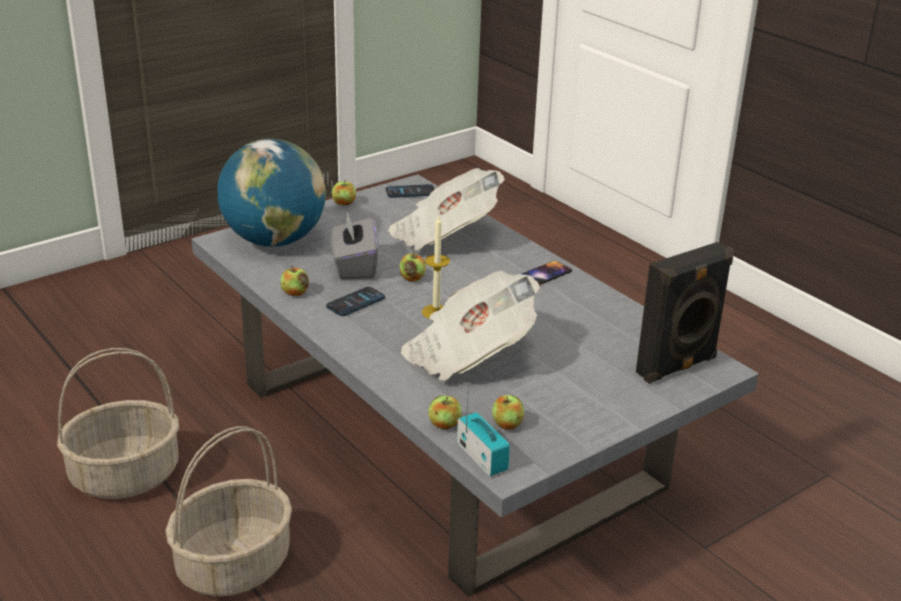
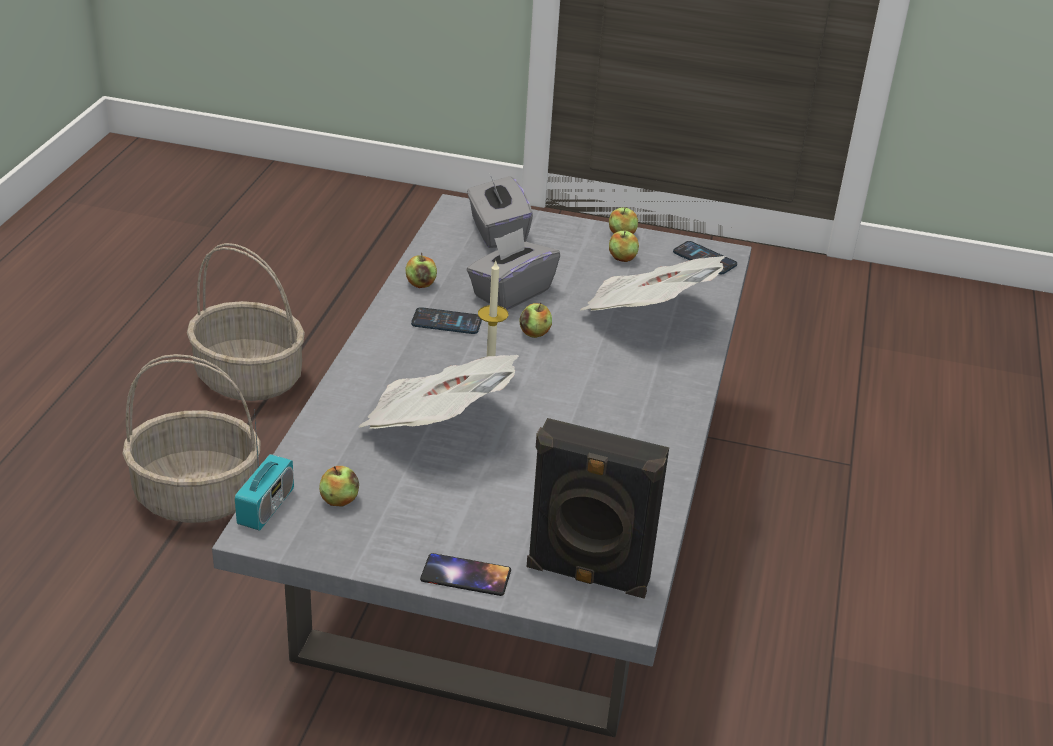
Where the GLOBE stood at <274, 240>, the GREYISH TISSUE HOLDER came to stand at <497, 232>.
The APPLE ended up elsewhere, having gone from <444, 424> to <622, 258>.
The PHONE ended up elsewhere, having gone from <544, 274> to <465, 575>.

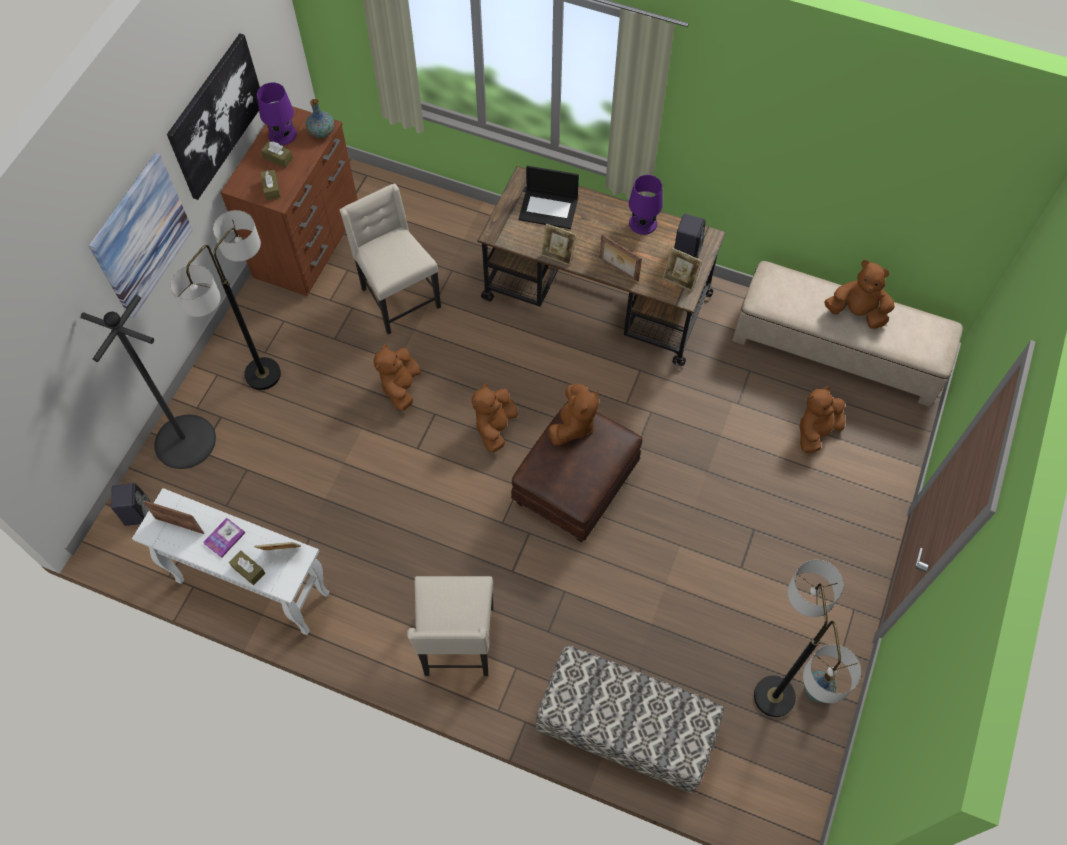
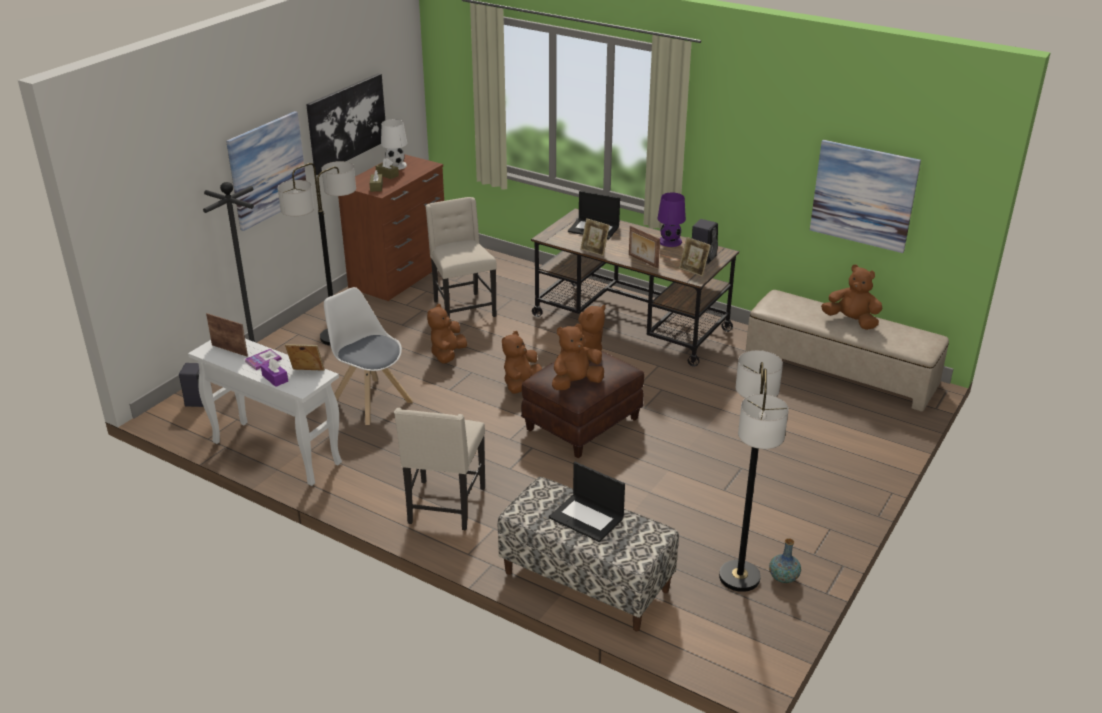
What was the BROWN-COLOURED TISSUE HOLDER at <248, 570> turned into the PURPLE-COLOURED TISSUE HOLDER at <275, 378>.
What was the PURPLE-COLOURED TABLETOP LAMP at <282, 134> turned into the WHITE-COLOURED TABLETOP LAMP at <395, 165>.
The second view lost the FLOWER VASE at <322, 132>.
The BROWN-COLOURED CUDDLY TOY ended up elsewhere, having gone from <816, 431> to <575, 383>.
The second view gained the PLAIN CHAIR at <370, 400>.
The second view gained the PORTABLE COMPUTER at <587, 518>.
The second view gained the WALL ART at <863, 195>.

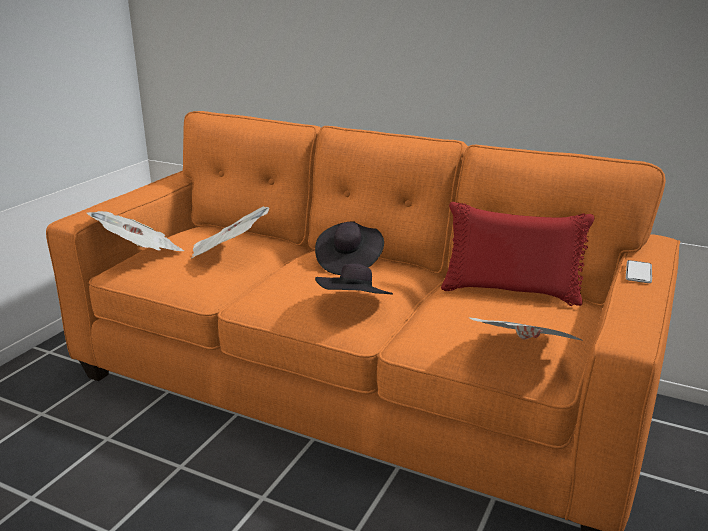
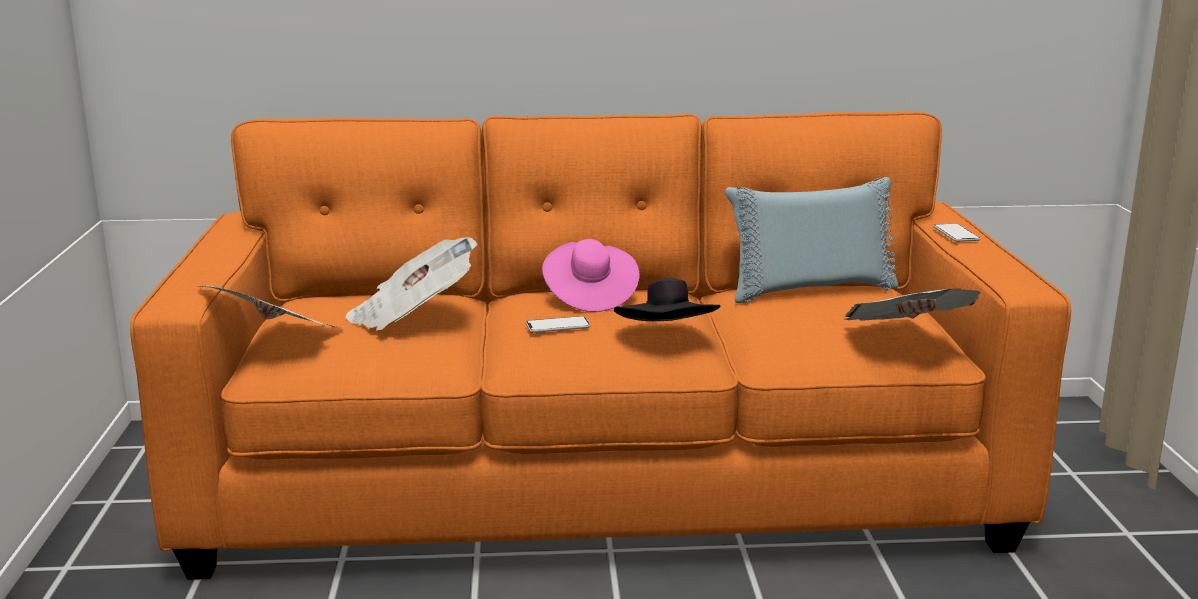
What was the BLACK HAT at <348, 262> turned into the PINK-COLOURED HAT at <589, 297>.
What was the RED-COLOURED THROW PILLOW at <510, 292> turned into the BLUE THROW PILLOW at <811, 290>.
The second view gained the PHONE at <558, 326>.

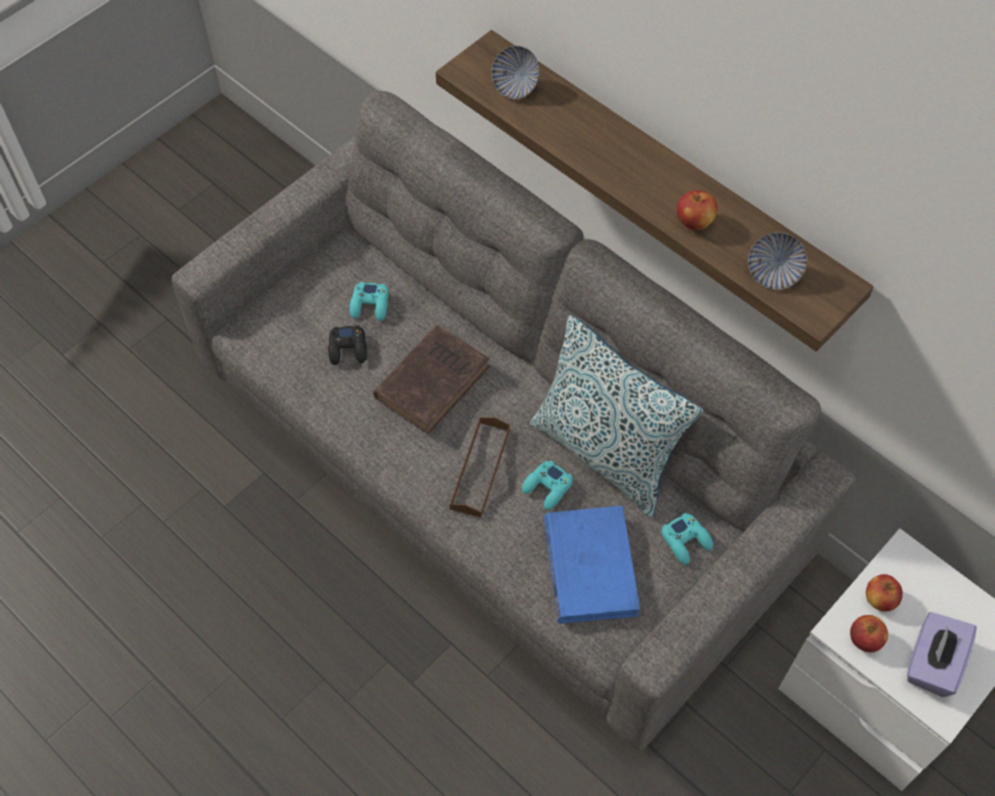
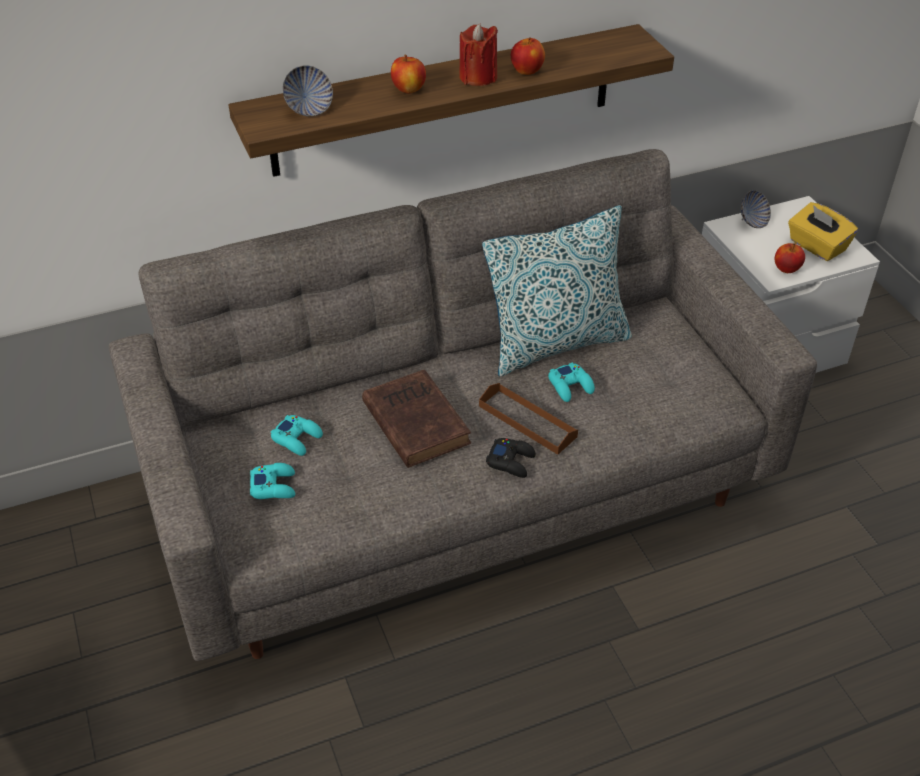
The BLACK JOYPAD ended up elsewhere, having gone from <348, 348> to <511, 461>.
The second view lost the BLUE BOOK at <590, 566>.
The TURQUOISE-COLOURED JOYPAD ended up elsewhere, having gone from <686, 541> to <274, 486>.
The SERVING BOWL ended up elsewhere, having gone from <773, 274> to <752, 221>.
The APPLE ended up elsewhere, having gone from <879, 600> to <409, 89>.
What was the PURPLE-COLOURED TISSUE HOLDER at <931, 663> turned into the YELLOW-COLOURED TISSUE HOLDER at <816, 246>.
The second view gained the RED-COLOURED WAX LIGHT at <478, 77>.

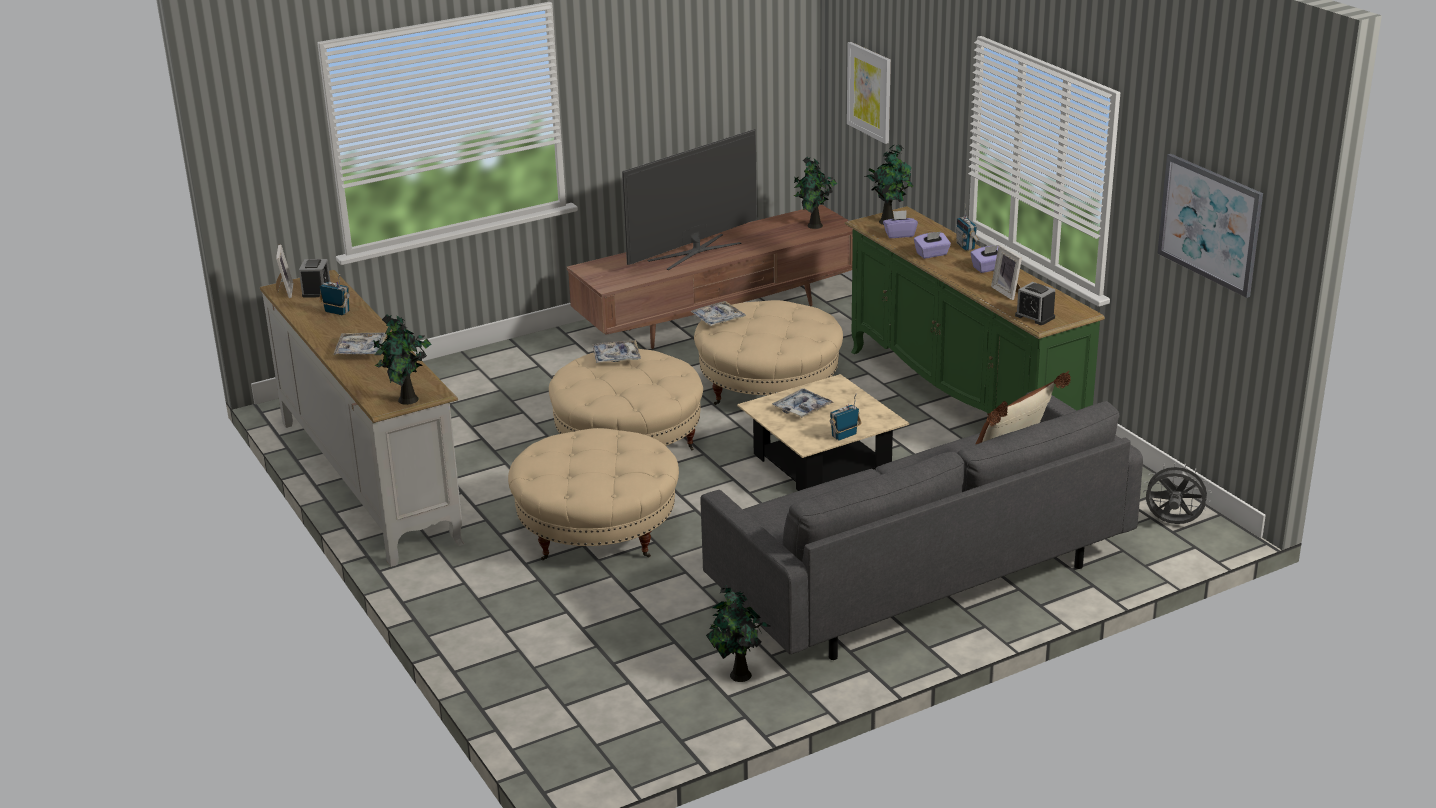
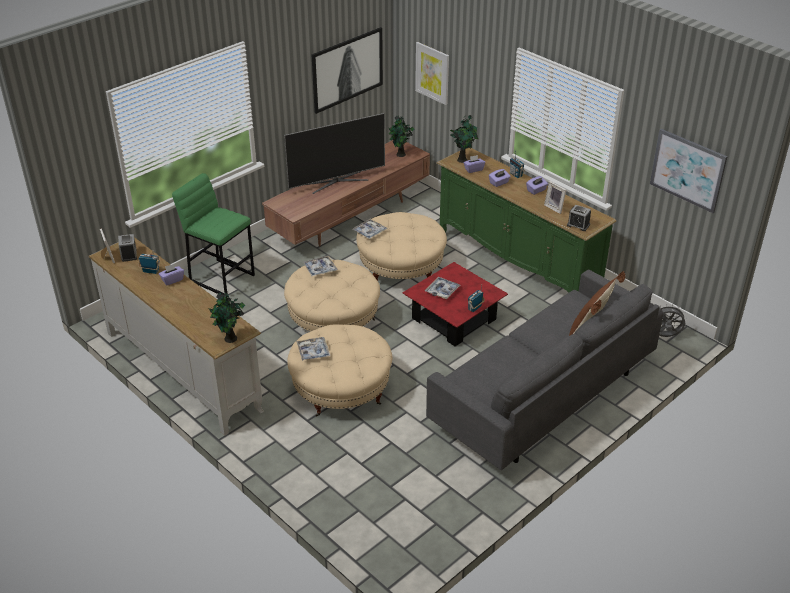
The SERVING TRAY ended up elsewhere, having gone from <361, 350> to <313, 351>.
The TV SET at <695, 252> ended up facing another way, 150 degrees counterclockwise from before.
The second view lost the POTTED PLANT at <738, 675>.
What was the SAND-COLOURED LOW TABLE at <822, 462> turned into the RED-COLOURED LOW TABLE at <454, 319>.
The second view gained the PURPLE-COLOURED TISSUE HOLDER at <172, 280>.
The second view gained the GREEN STOOL SEAT at <220, 277>.
The second view gained the WALL ART at <347, 69>.

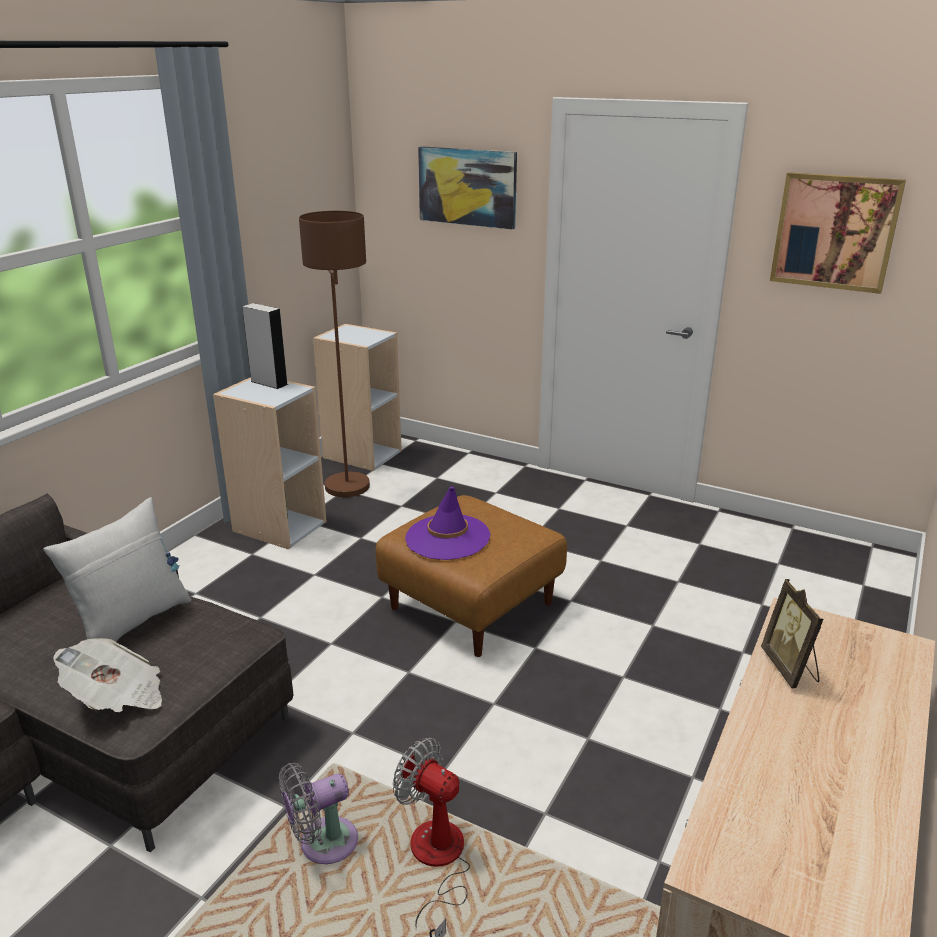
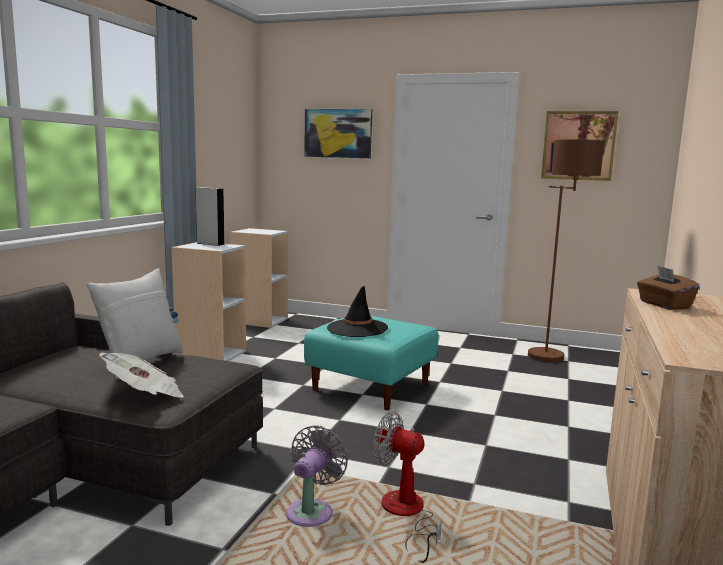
The GREYISH COOLING FAN at <322, 844> ended up facing another way, 150 degrees clockwise from before.
The BROWN-COLOURED STANDING LAMP ended up elsewhere, having gone from <349, 493> to <553, 360>.
What was the BROWN-COLOURED FOOTREST at <473, 605> turned into the TURQUOISE-COLOURED FOOTREST at <372, 386>.
What was the PURPLE-COLOURED HAT at <447, 537> turned into the BLACK HAT at <357, 328>.
Where the PHOTO FRAME stood at <790, 668>, the BROWN-COLOURED TISSUE HOLDER came to stand at <664, 305>.

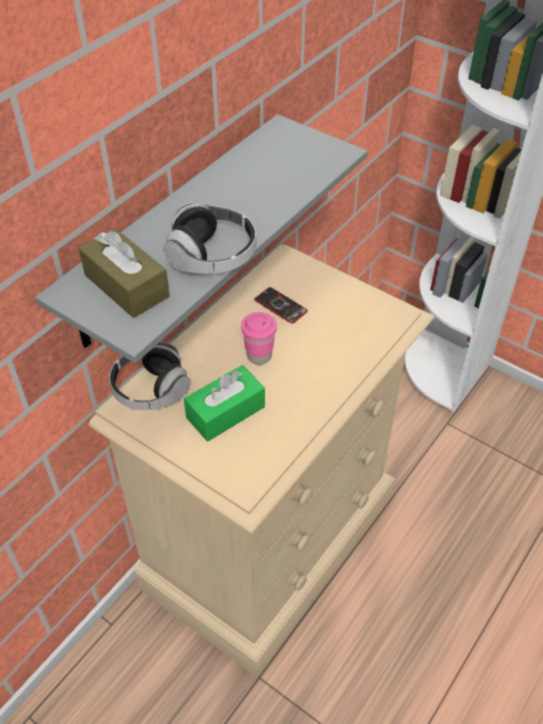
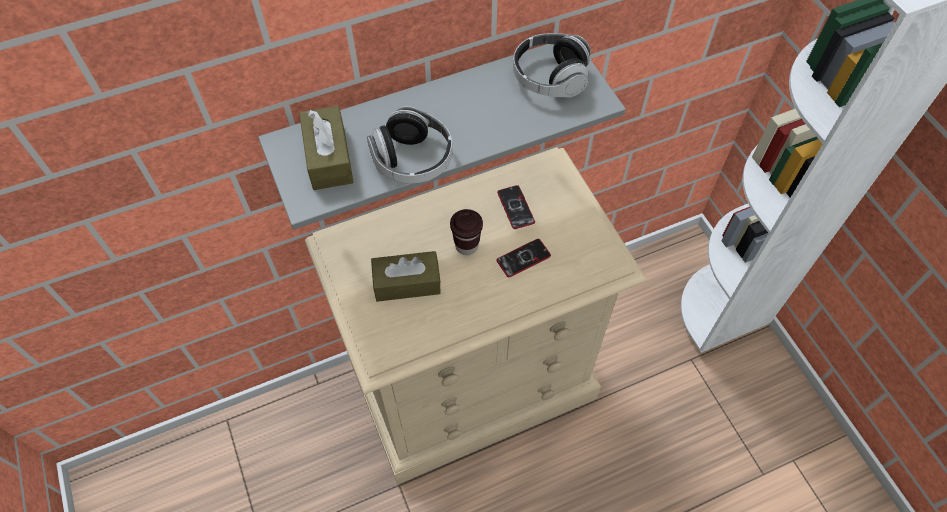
The PAIR OF HEADPHONES ended up elsewhere, having gone from <150, 389> to <550, 78>.
What was the GREEN TISSUE HOLDER at <225, 412> turned into the BROWN-COLOURED TISSUE HOLDER at <407, 283>.
What was the PINK-COLOURED SMALL CUP at <259, 356> turned into the BROWN-COLOURED SMALL CUP at <466, 246>.
The second view gained the PHONE at <523, 258>.

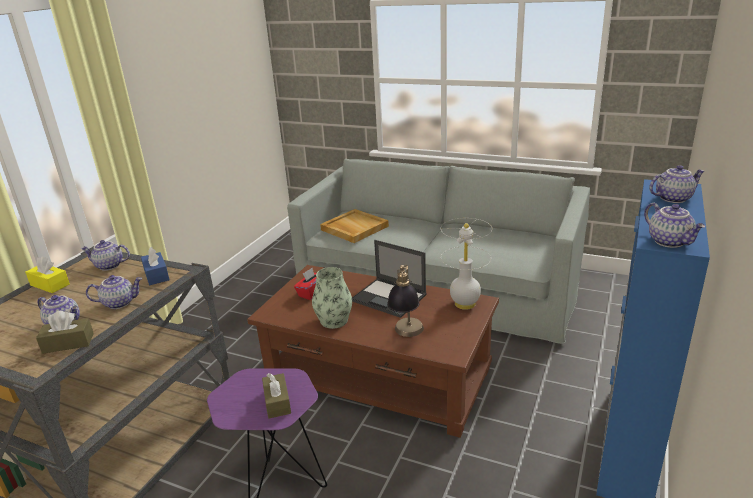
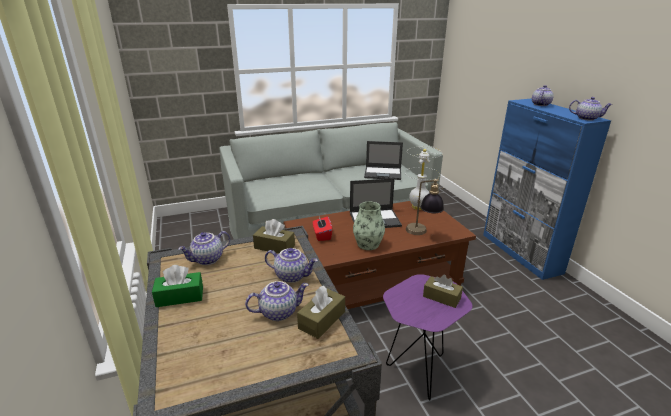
What was the YELLOW-COLOURED TISSUE HOLDER at <50, 285> turned into the GREEN TISSUE HOLDER at <180, 297>.
The TEA POT at <119, 303> ended up facing another way, 75 degrees clockwise from before.
What was the BLUE TISSUE HOLDER at <156, 275> turned into the BROWN-COLOURED TISSUE HOLDER at <274, 247>.
The second view lost the SAND-COLOURED SERVING TRAY at <354, 228>.
The second view gained the PORTABLE COMPUTER at <383, 173>.

